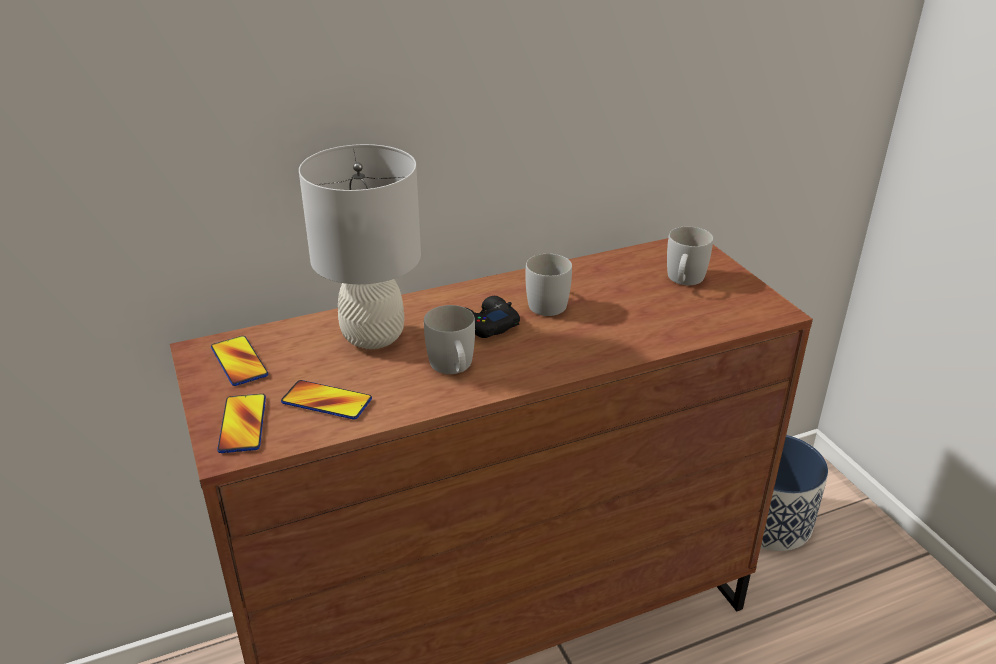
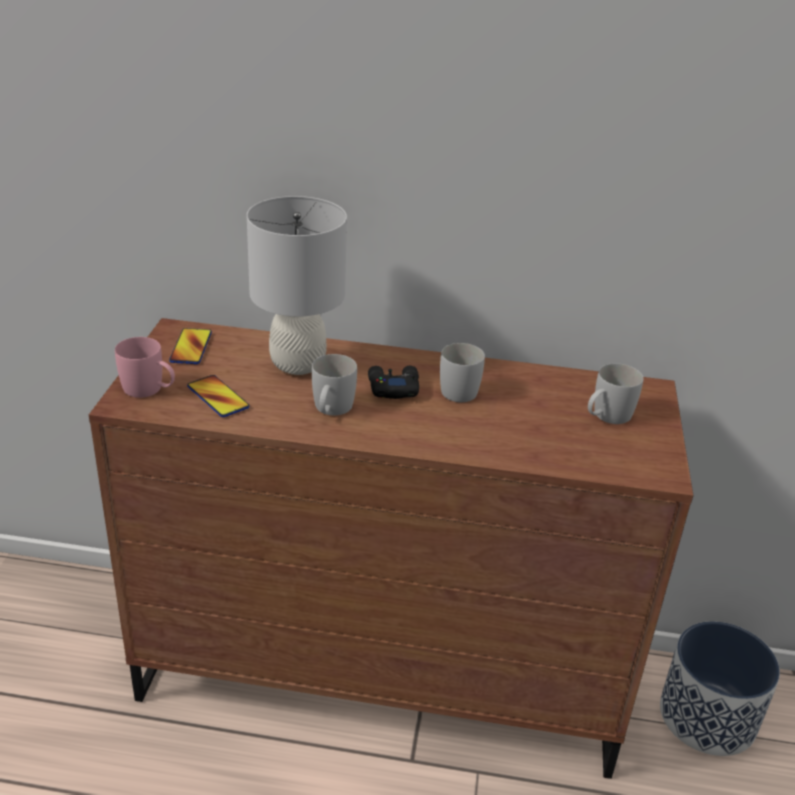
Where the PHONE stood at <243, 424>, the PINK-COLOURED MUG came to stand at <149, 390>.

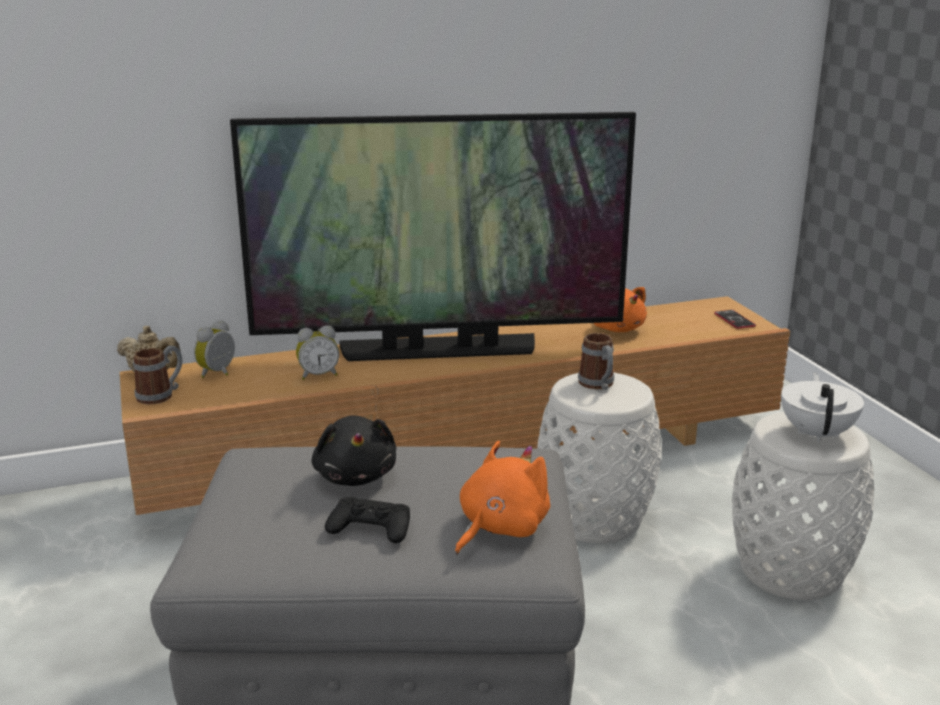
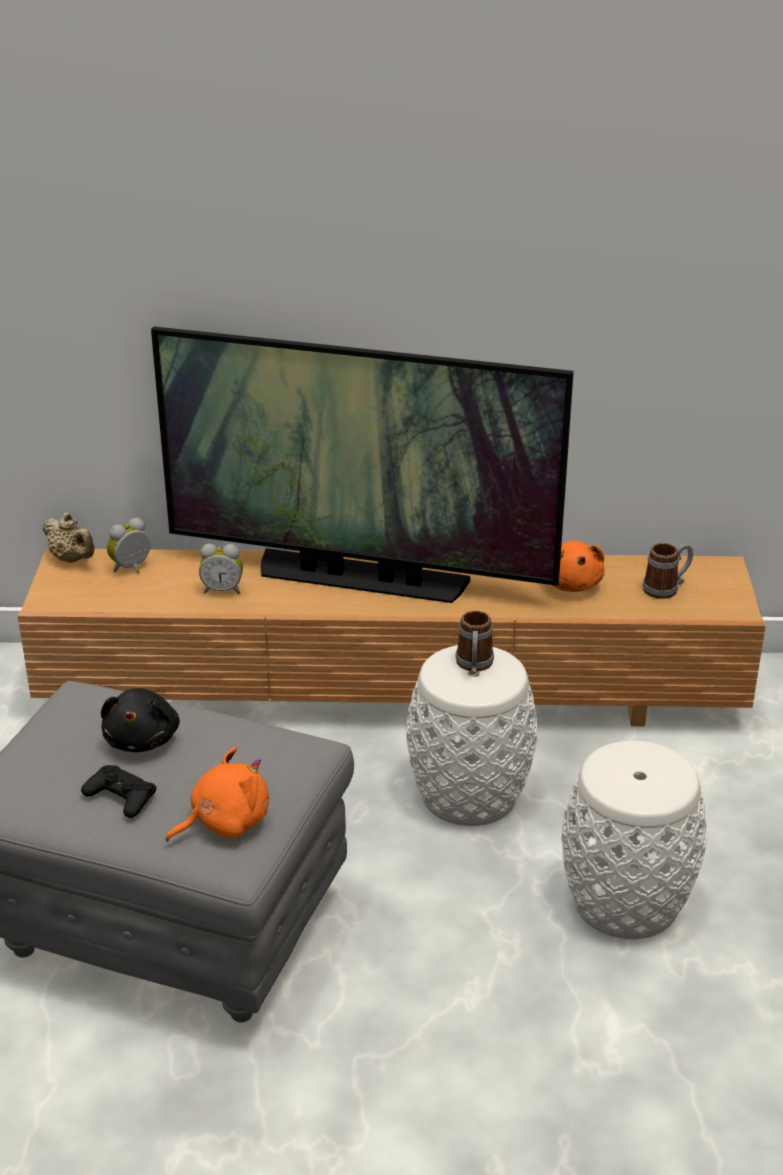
The MUG ended up elsewhere, having gone from <161, 395> to <666, 588>.
The second view lost the PHONE at <734, 320>.
The second view lost the WHITE-COLOURED TEA POT at <817, 433>.

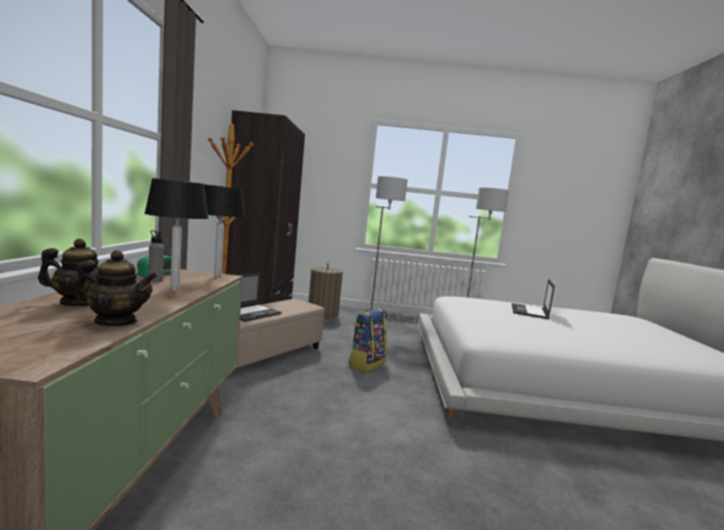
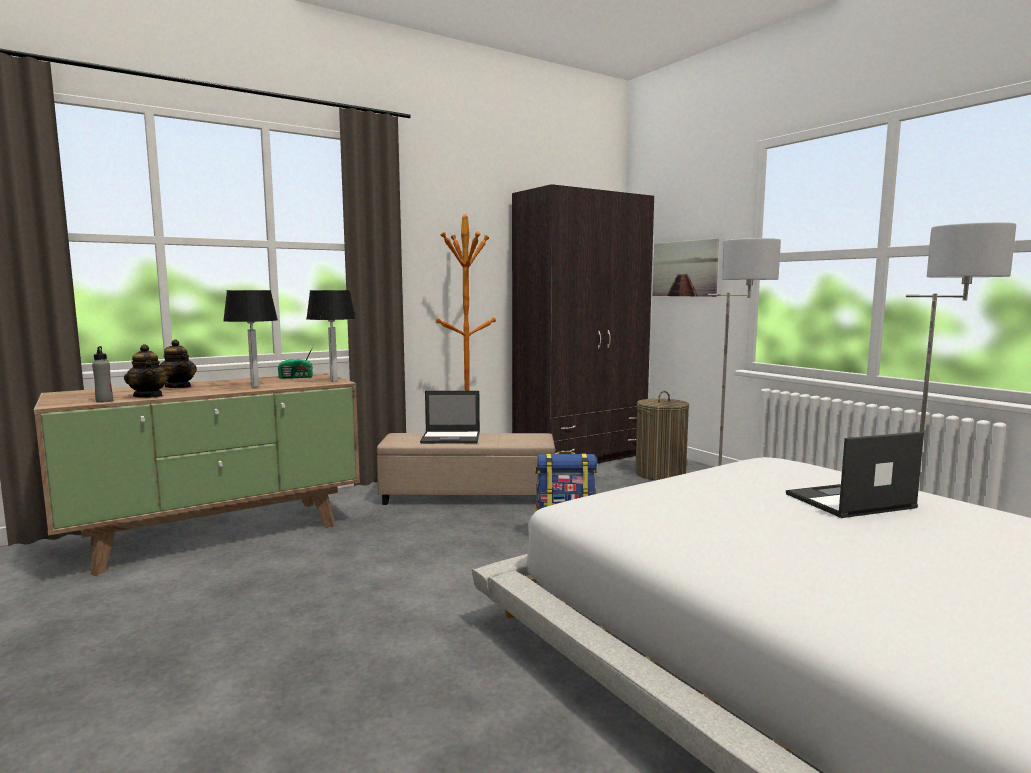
The GREYISH BOTTLE ended up elsewhere, having gone from <155, 280> to <104, 401>.
The second view gained the WALL ART at <684, 268>.

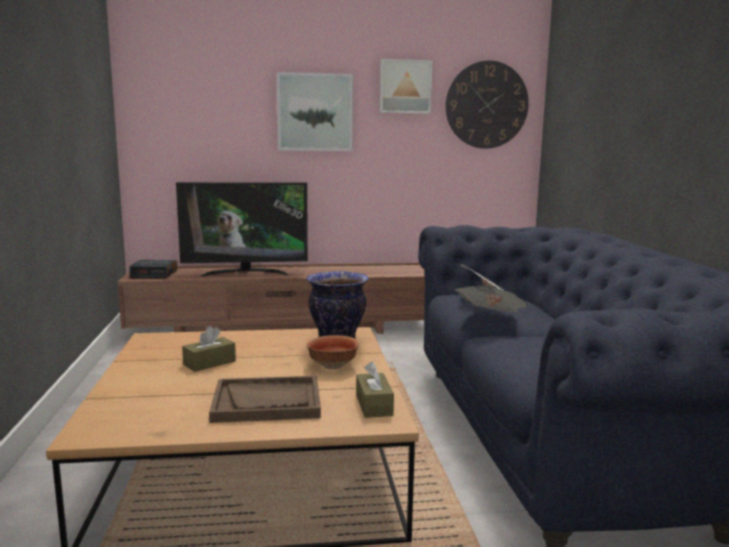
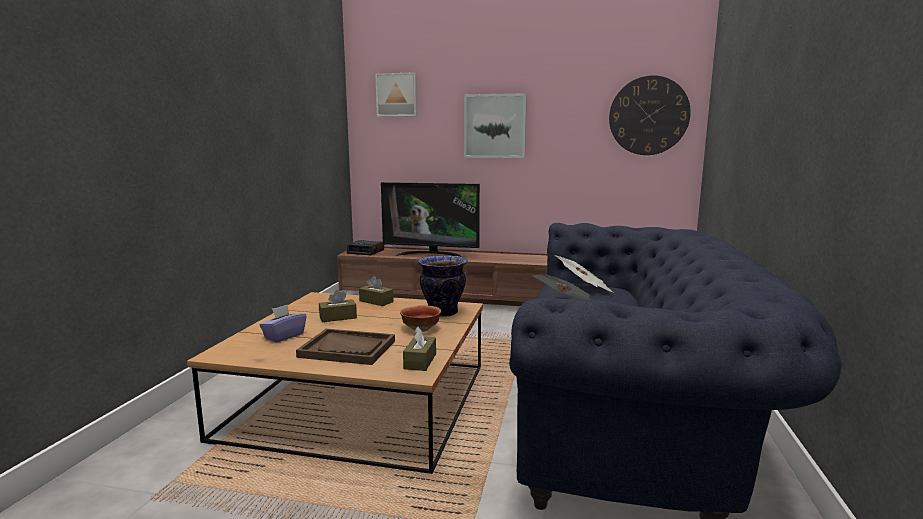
The WALL ART ended up elsewhere, having gone from <405, 86> to <397, 95>.
The second view gained the PURPLE-COLOURED TISSUE HOLDER at <284, 336>.
The second view gained the BROWN-COLOURED TISSUE HOLDER at <376, 301>.

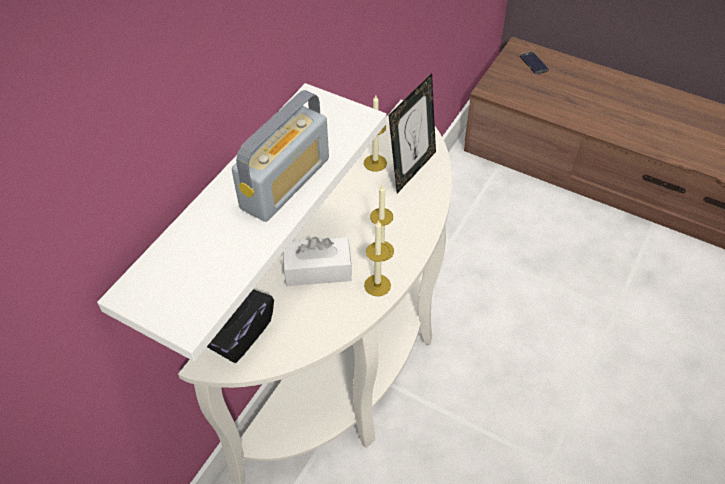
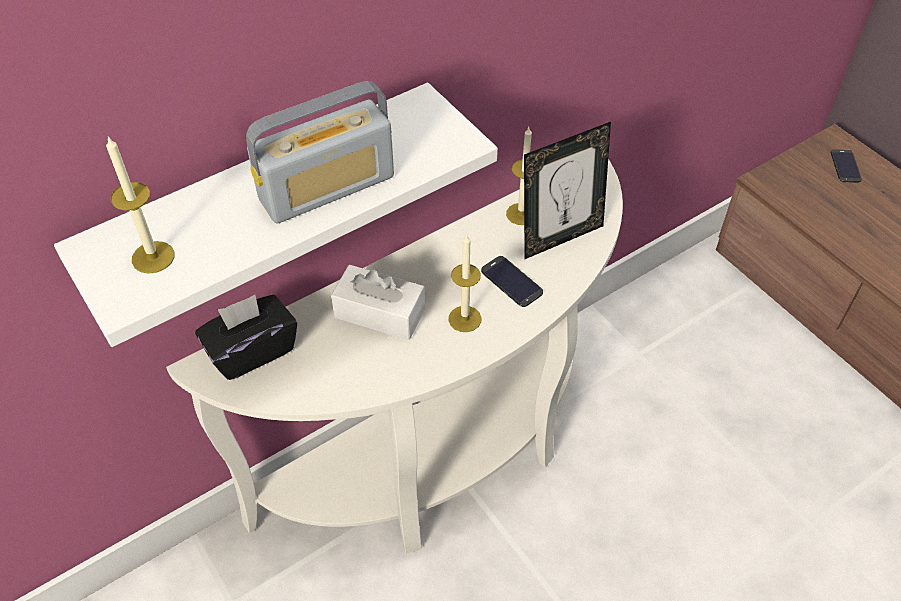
The WAX LIGHT ended up elsewhere, having gone from <377, 285> to <153, 257>.
The second view gained the PHONE at <511, 281>.

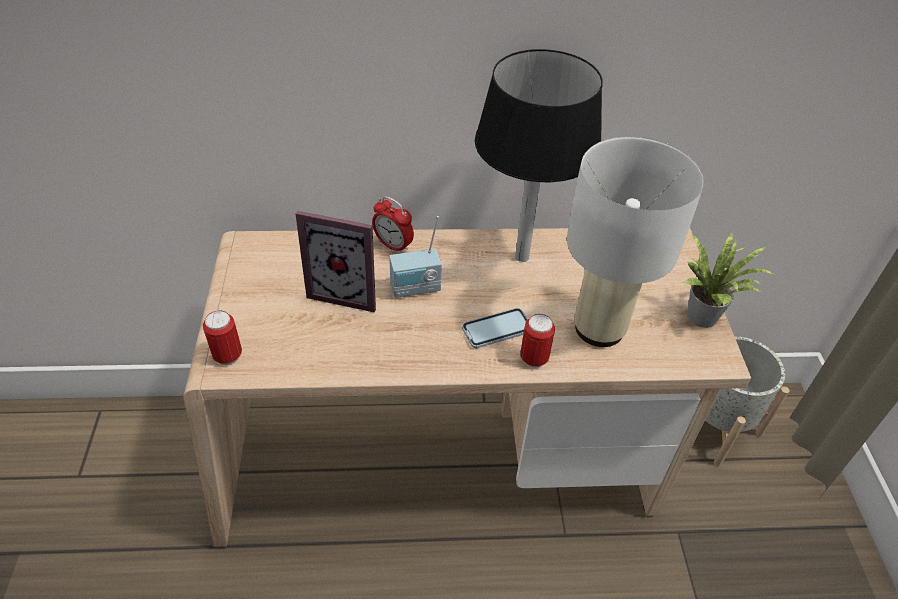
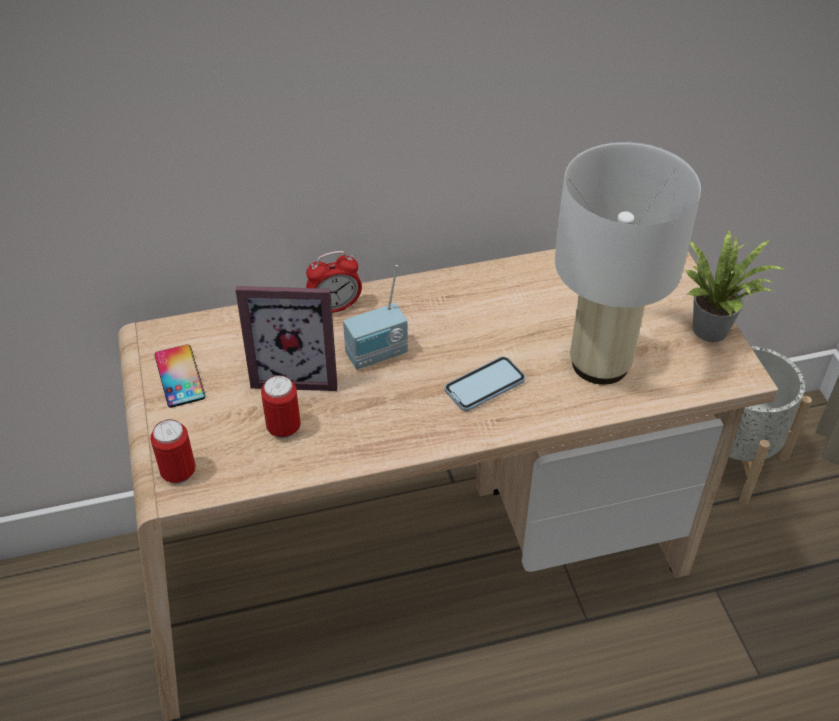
The ALARM CLOCK at <393, 245> ended up facing another way, 45 degrees counterclockwise from before.
The second view lost the BLACK TABLETOP LAMP at <522, 257>.
The SEALED CAN ended up elsewhere, having gone from <534, 358> to <284, 428>.
The second view gained the PHONE at <179, 376>.

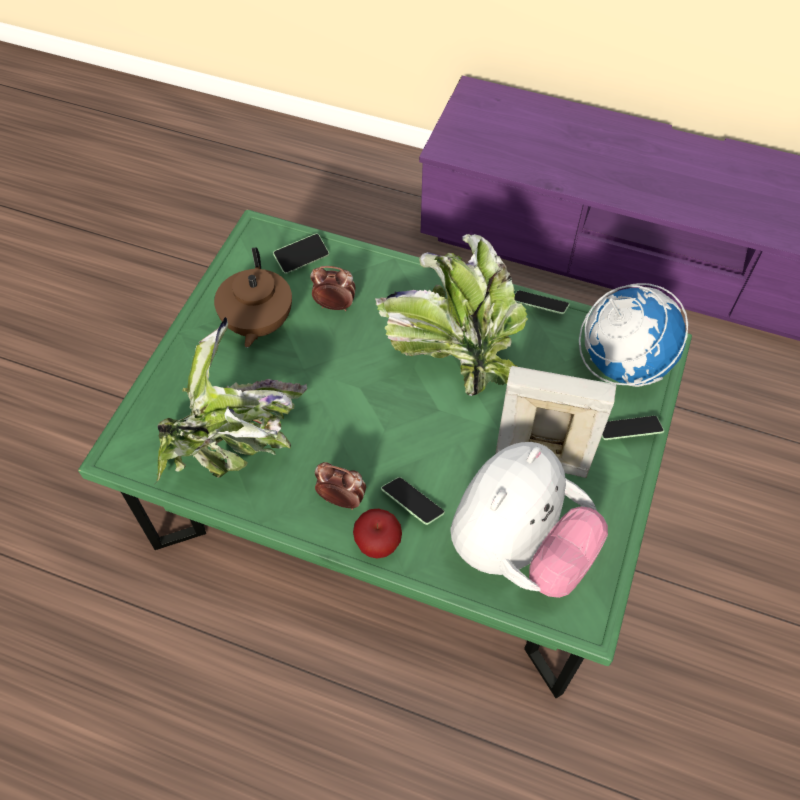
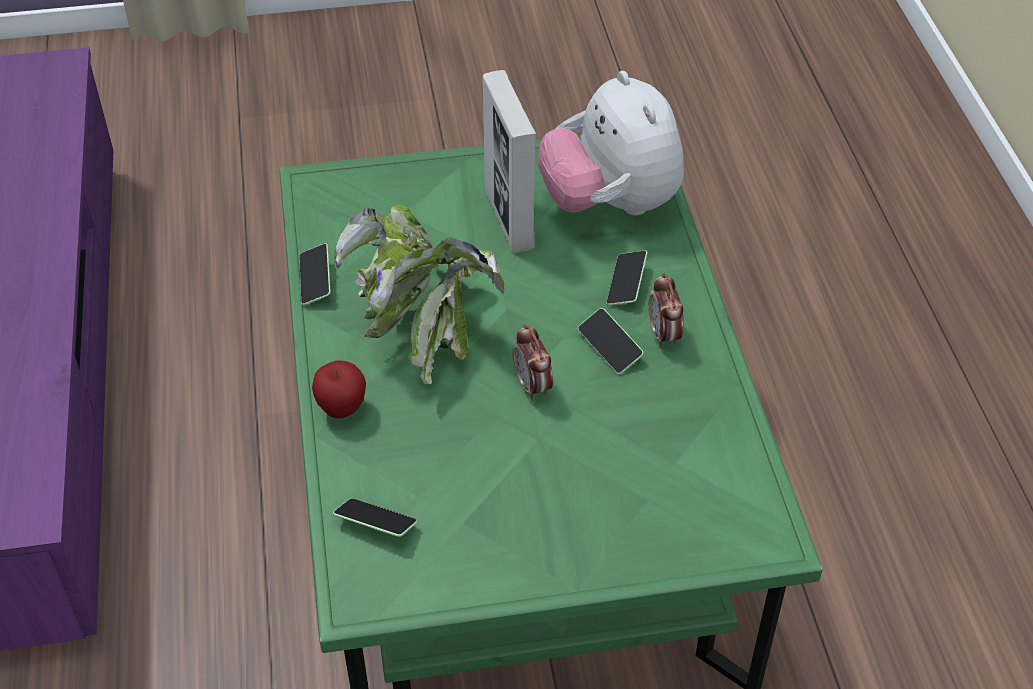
The second view lost the POTTED PLANT at <233, 449>.
The second view lost the BROWN-COLOURED TEA POT at <257, 324>.
The ALARM CLOCK ended up elsewhere, having gone from <334, 305> to <533, 386>.
The APPLE ended up elsewhere, having gone from <378, 545> to <342, 409>.
The CUDDLY TOY at <518, 549> ended up facing another way, 120 degrees counterclockwise from before.
The second view lost the GLOBE at <622, 364>.
The PHONE ended up elsewhere, having gone from <628, 432> to <609, 348>.

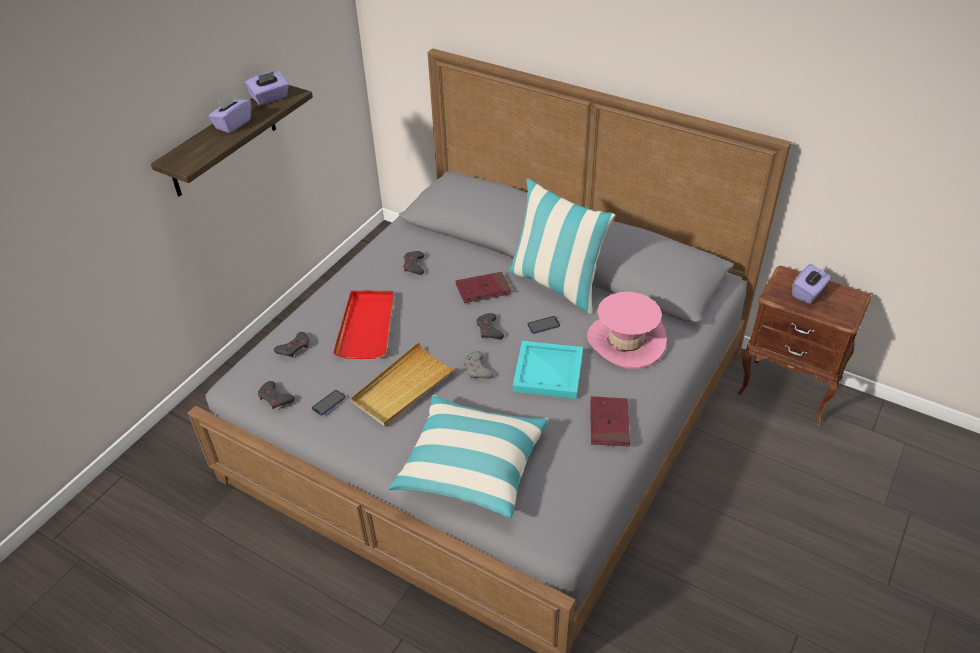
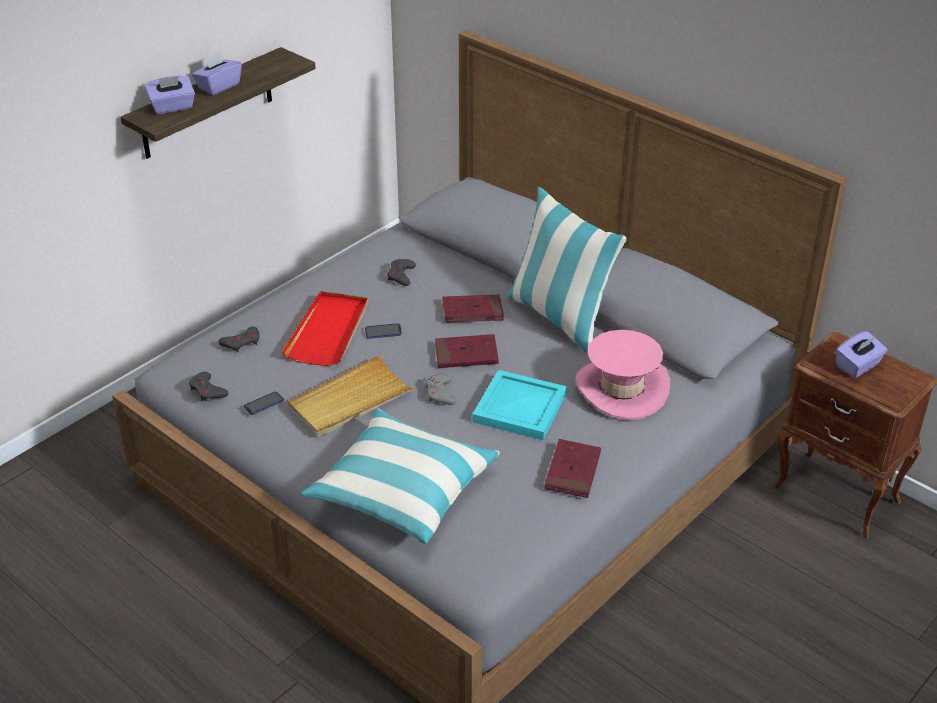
The PURPLE-COLOURED TISSUE HOLDER ended up elsewhere, having gone from <270, 98> to <172, 107>.
Where the GREYISH JOYPAD stood at <489, 329>, the RED-COLOURED BOOK came to stand at <466, 354>.
The PHONE ended up elsewhere, having gone from <543, 325> to <383, 332>.

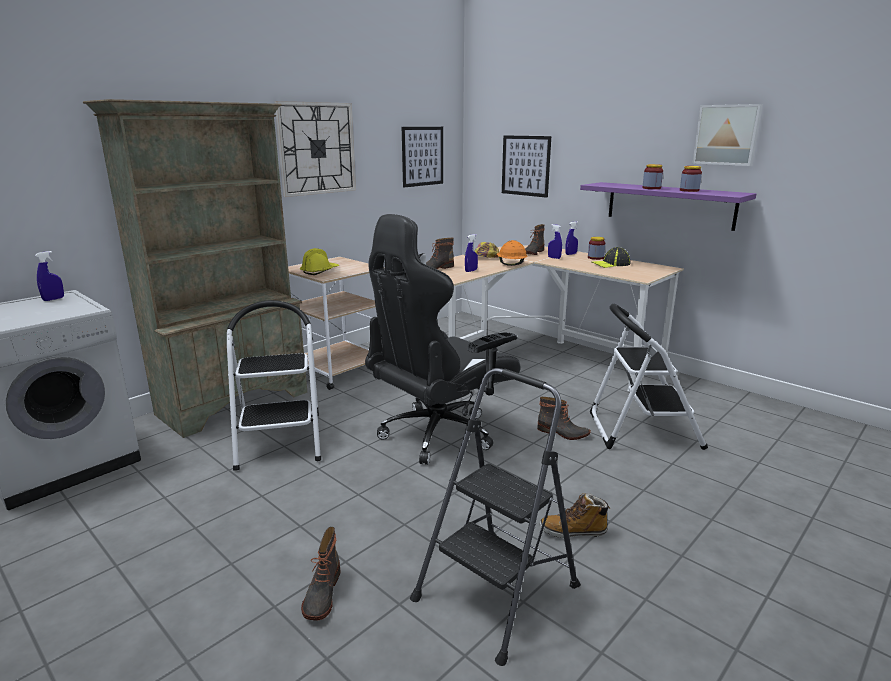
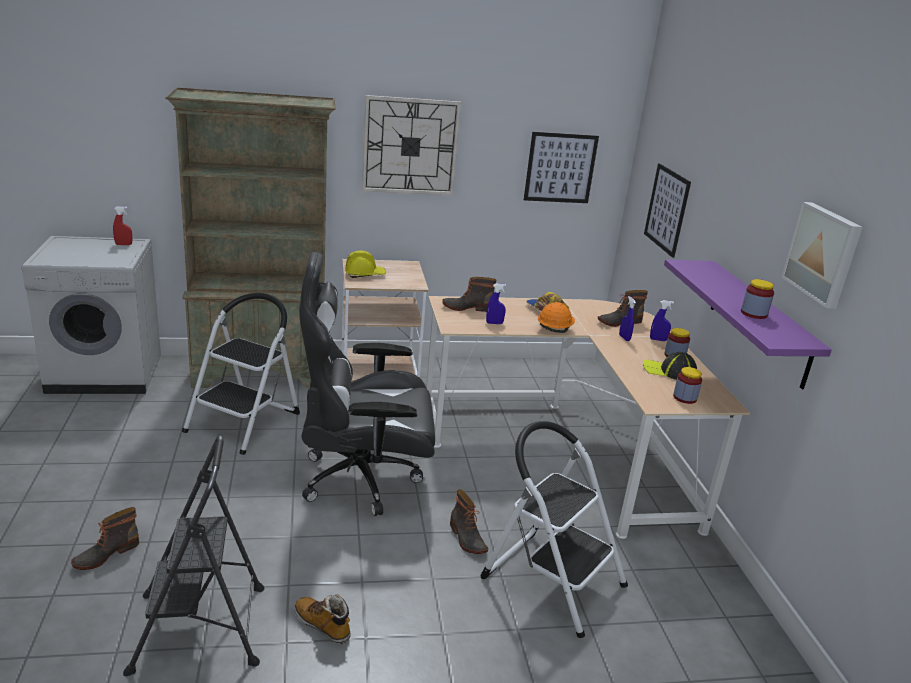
What was the BLUE SPRAYER at <53, 299> turned into the RED-COLOURED SPRAYER at <123, 244>.
The JAR ended up elsewhere, having gone from <651, 188> to <685, 398>.

